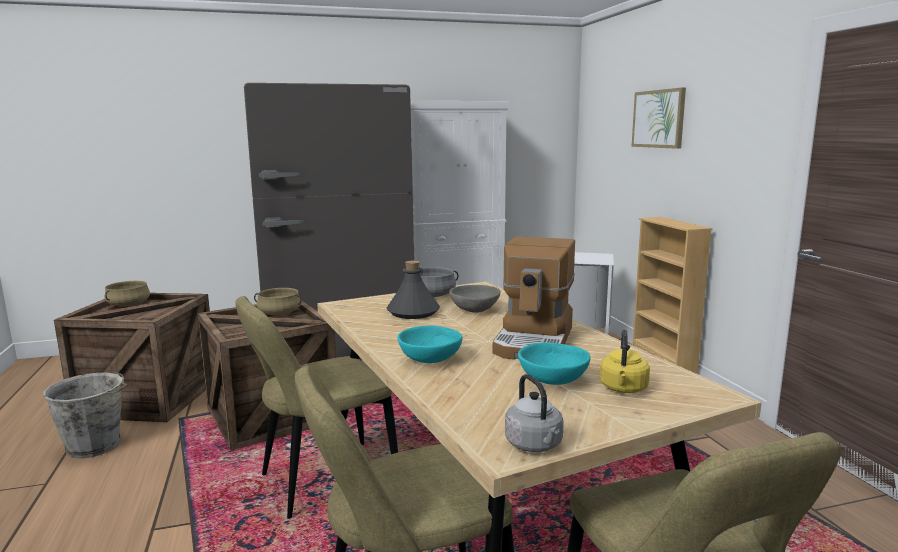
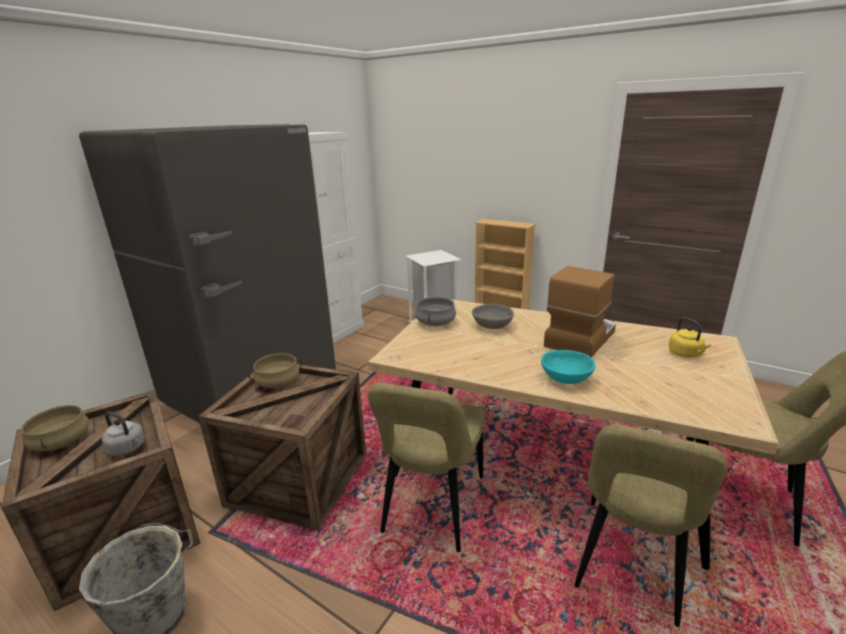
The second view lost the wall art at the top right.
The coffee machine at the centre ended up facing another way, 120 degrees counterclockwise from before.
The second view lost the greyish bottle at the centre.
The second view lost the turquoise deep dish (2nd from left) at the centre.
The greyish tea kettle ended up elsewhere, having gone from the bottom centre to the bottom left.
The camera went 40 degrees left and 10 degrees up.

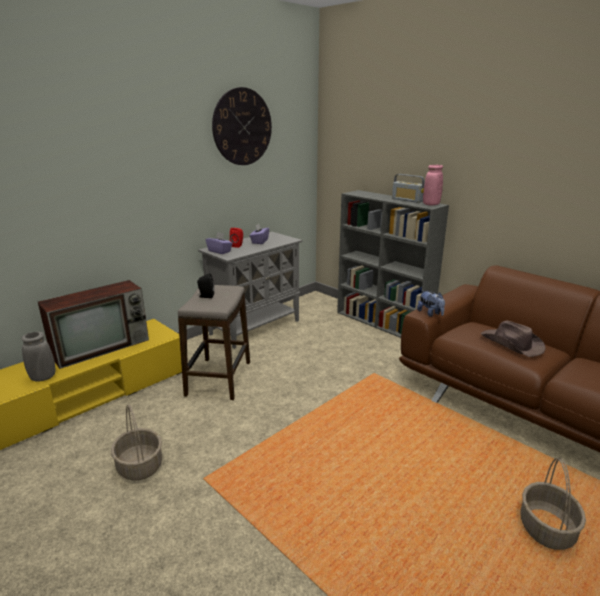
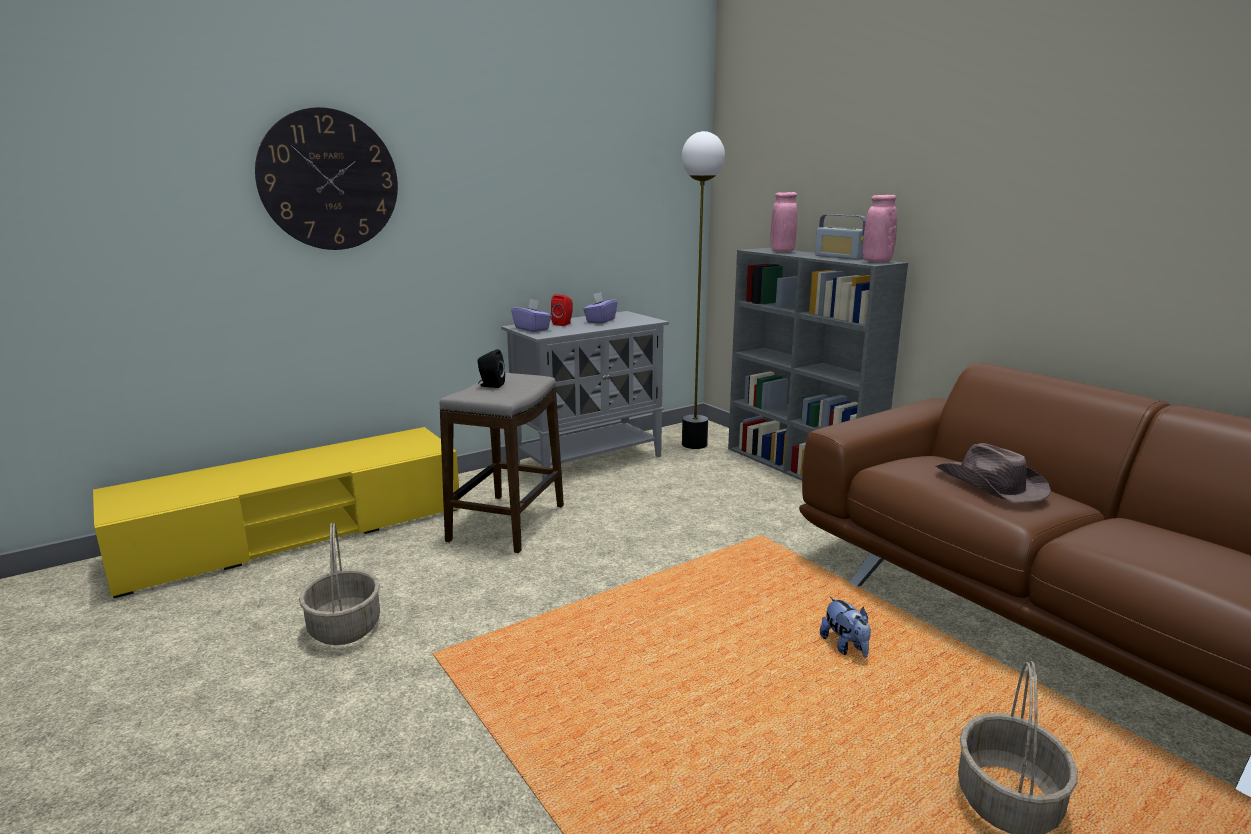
The clock on the wall ended up elsewhere, having gone from the top centre to the top left.
The second view lost the TV set at the middle left.
The plush toy ended up elsewhere, having gone from the middle right to the bottom right.
The second view lost the greyish vase at the middle left.
The second view gained the standing lamp at the centre.
The second view gained the pink vase (1st from left) at the top centre.
The camera went 10 degrees right and 5 degrees down.

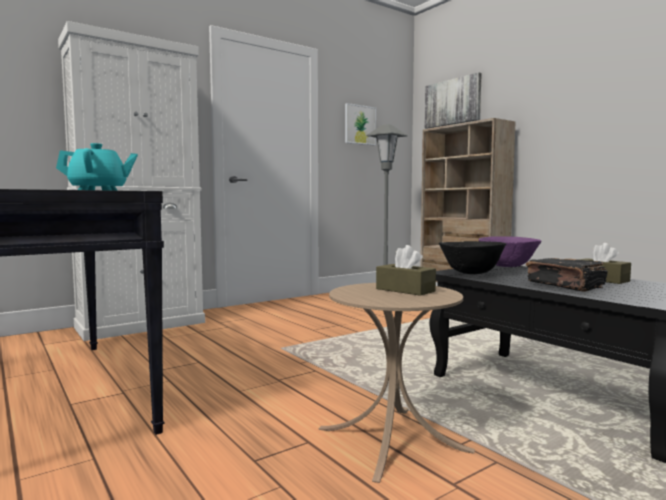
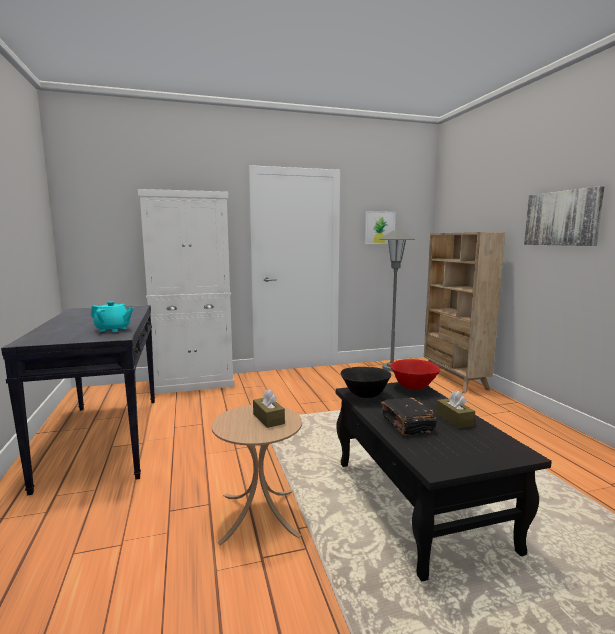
The wall art (2nd from left) ended up elsewhere, having gone from the top right to the middle right.
What was the purple-coloured deep dish at the middle right turned into the red deep dish at the middle right.
The camera went 20 degrees right and 5 degrees up.

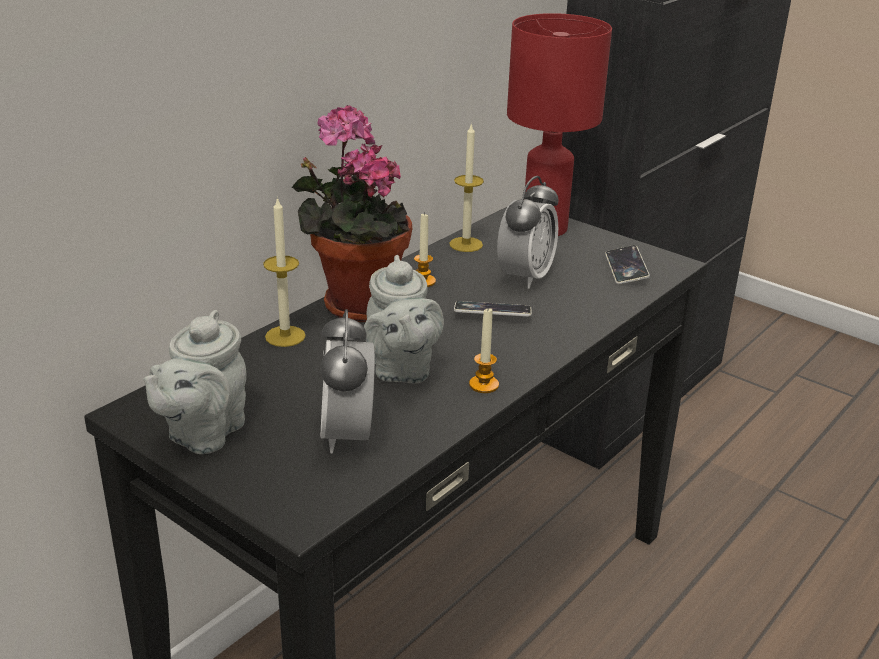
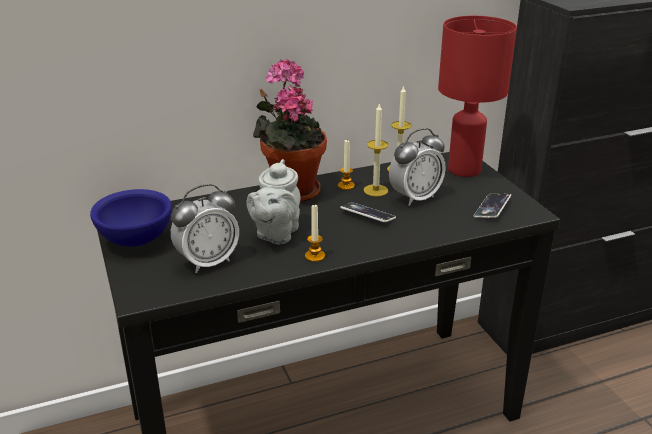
The candle (1st from left in the first image) ended up elsewhere, having gone from the middle left to the centre.
The table clock (1st from left) at the centre ended up facing another way, 150 degrees counterclockwise from before.
Where the greyish tea pot (1st from left) stood at the middle left, the bluish deep dish came to stand at the middle left.
The camera went 30 degrees right and 0 degrees up.

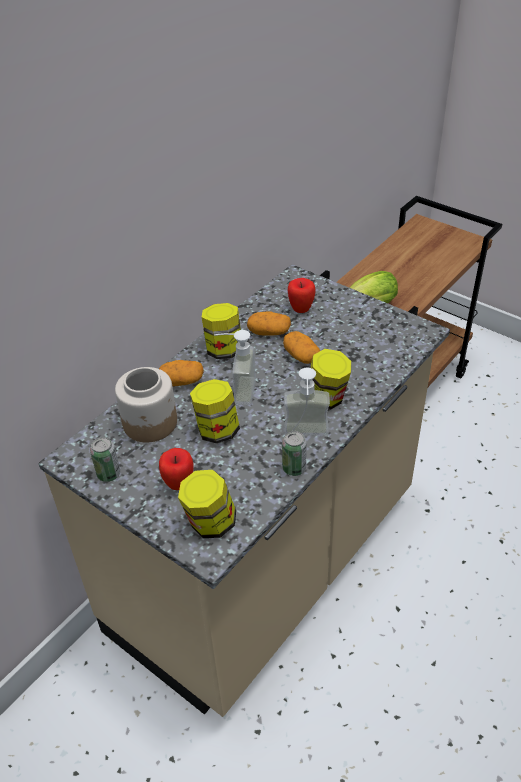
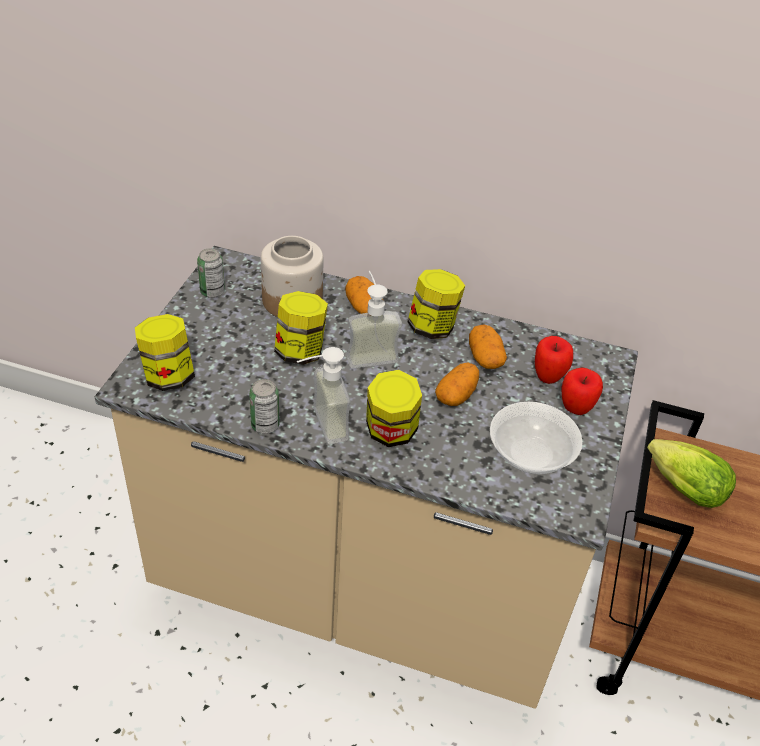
The apple (1st from left in the first image) ended up elsewhere, having gone from the centre to the middle right.
The second view gained the deep dish at the middle right.
The camera went 65 degrees right and 0 degrees up.

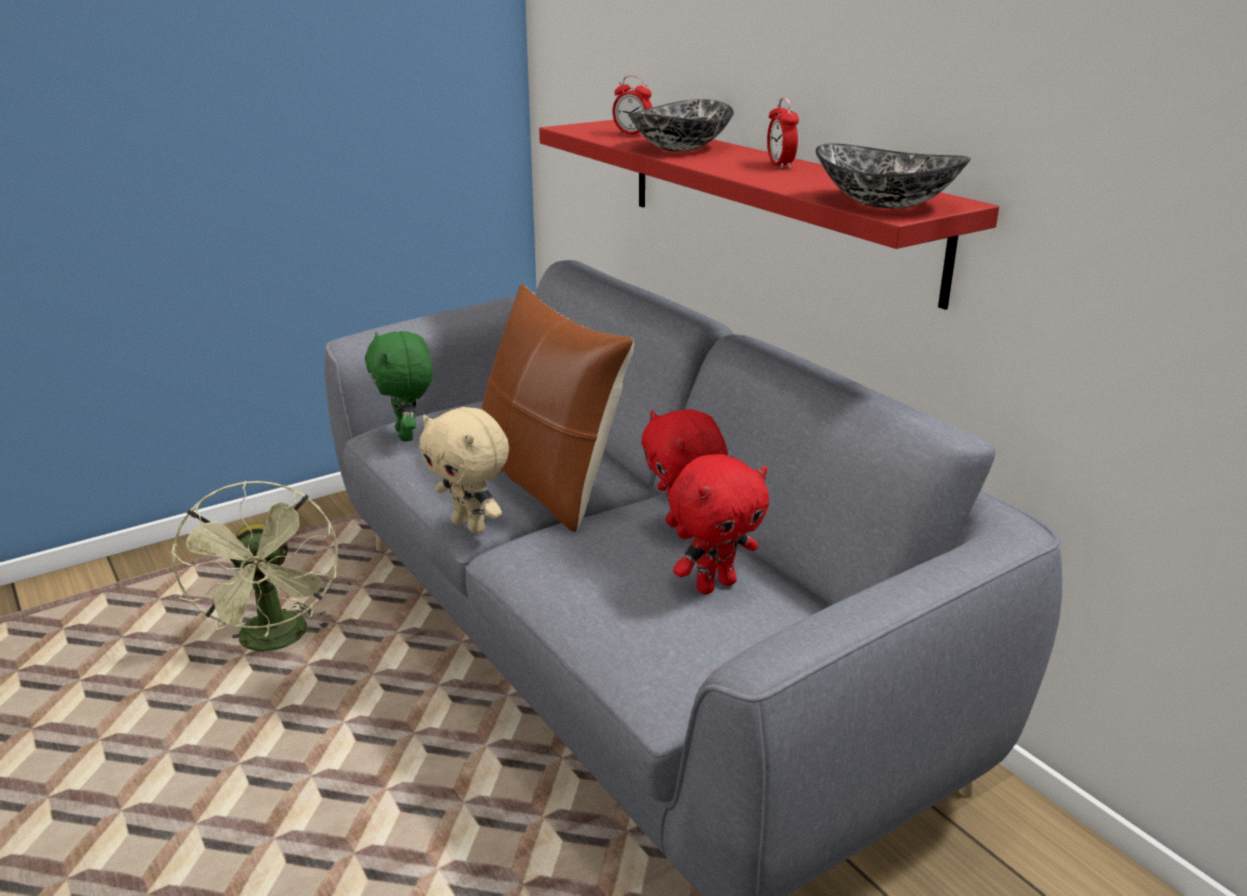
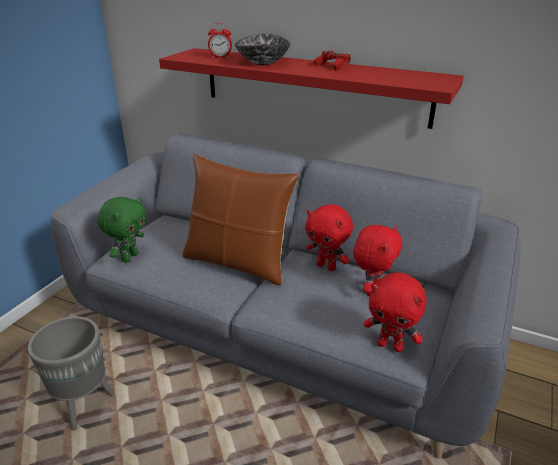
Where the table clock (2nd from left) stood at the top centre, the red game controller came to stand at the top centre.
The second view lost the deep dish (2nd from left) at the top right.
The green plush toy at the middle left ended up facing another way, 105 degrees counterclockwise from before.
The second view lost the sand-coloured plush toy at the centre.
Where the green cooling fan stood at the middle left, the greyish planter came to stand at the bottom left.
The second view gained the red plush toy (3rd from left) at the bottom right.
The camera went 30 degrees left and 5 degrees up.

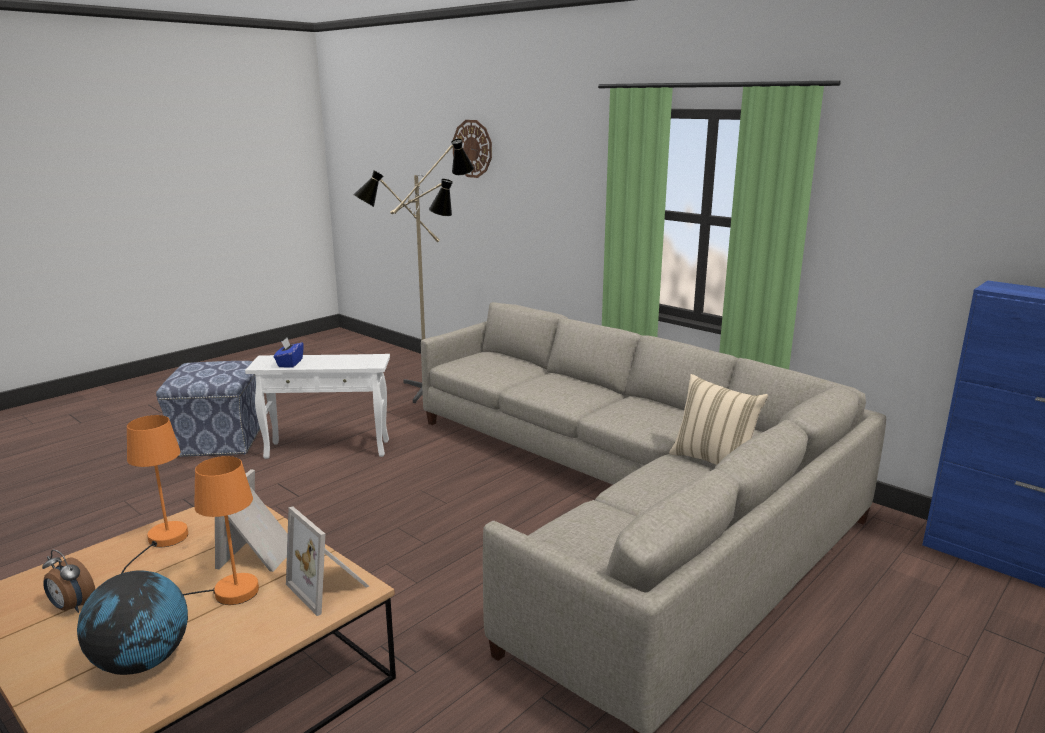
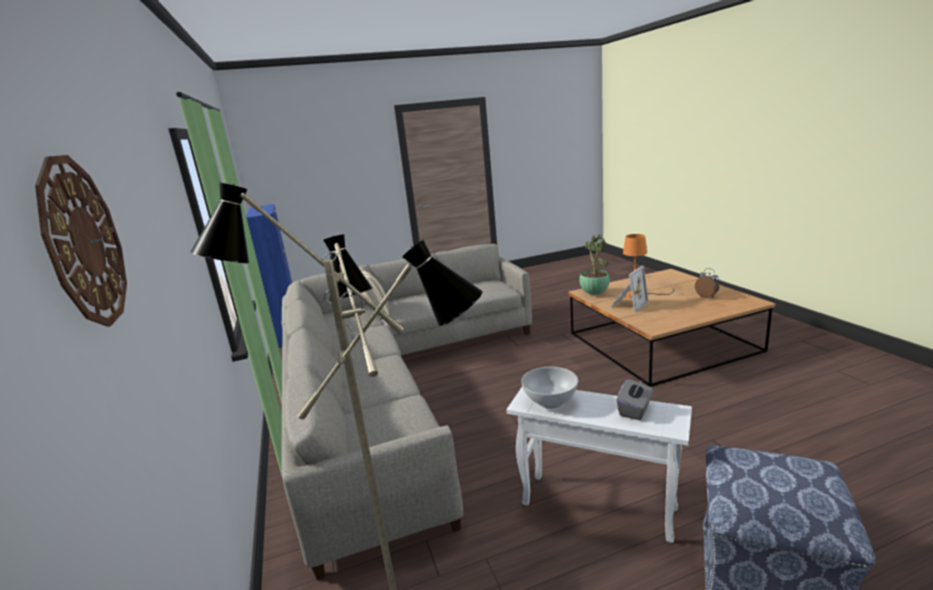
What was the bluish box of tissues at the middle left turned into the greyish box of tissues at the bottom right.
The second view lost the orange-coloured table lamp (1st from left) at the bottom left.
Where the standing frame (2nd from left) stood at the bottom left, the plant in a pot came to stand at the centre.
The second view lost the desk globe at the bottom left.
The second view gained the whitish deep dish at the centre.
The camera went 150 degrees left and 0 degrees up.

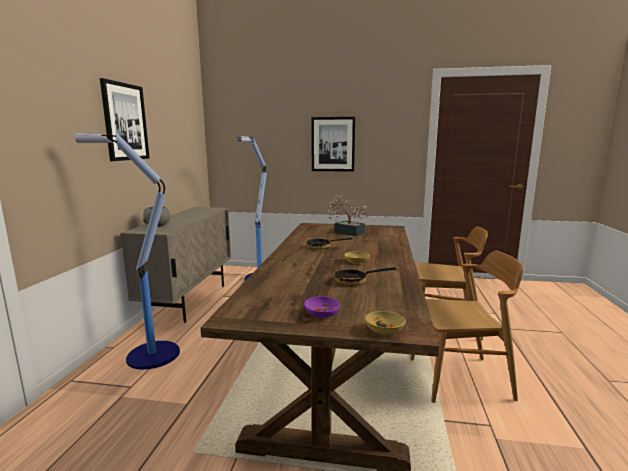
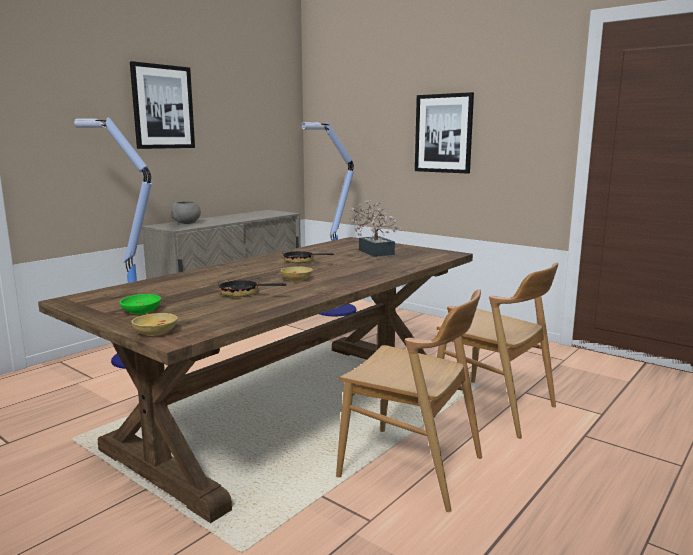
What was the purple-coloured deep dish at the centre turned into the green deep dish at the middle left.
The camera went 30 degrees right and 0 degrees up.

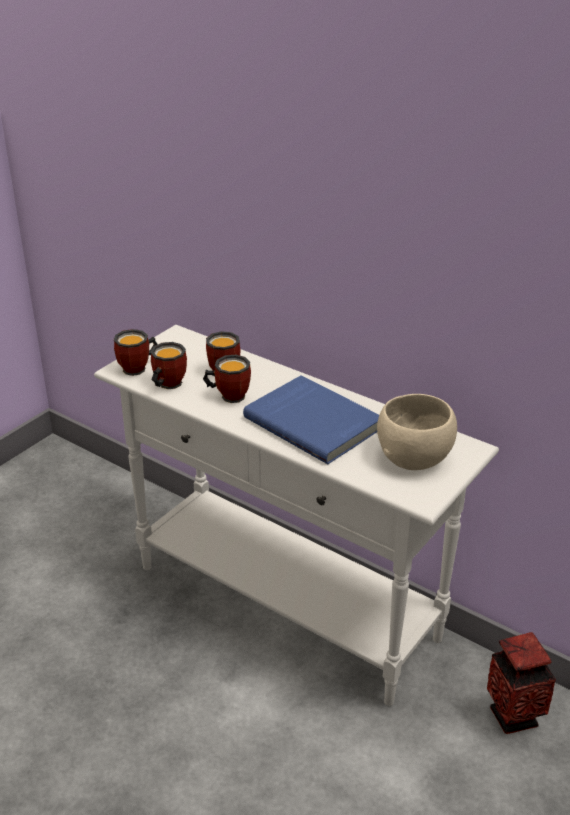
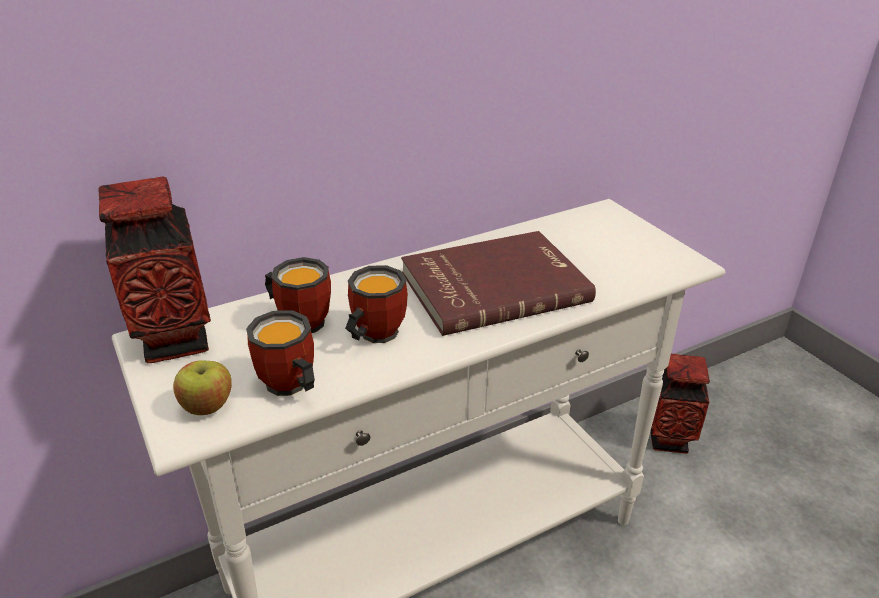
Where the mug (1st from left) stood at the middle left, the apple came to stand at the middle left.
What was the bluish volume at the centre turned into the red volume at the centre.
The second view lost the sand-coloured deep dish at the middle right.
The second view gained the vase (1st from left) at the middle left.
The camera went 65 degrees left and 0 degrees up.

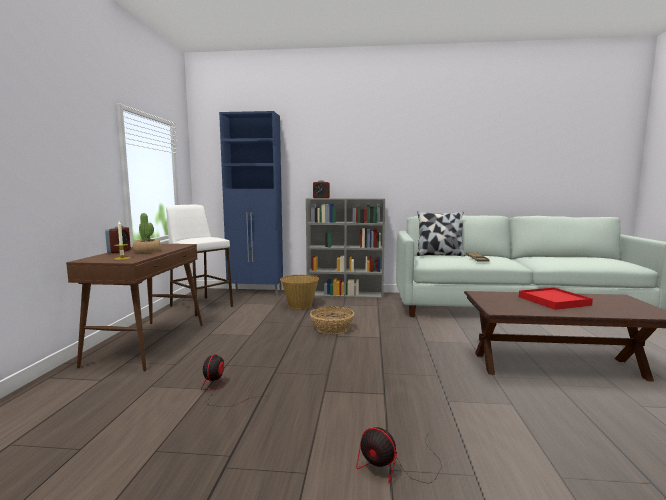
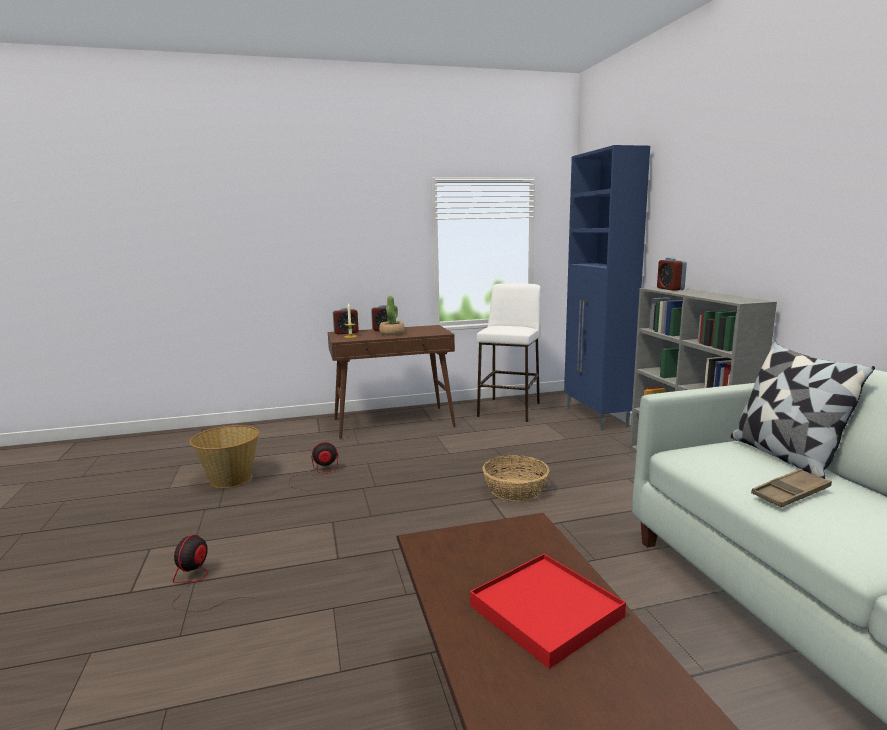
The household basket (1st from left) ended up elsewhere, having gone from the centre to the middle left.
The second view gained the table clock (1st from left) at the centre.
The camera went 70 degrees right and 5 degrees up.

